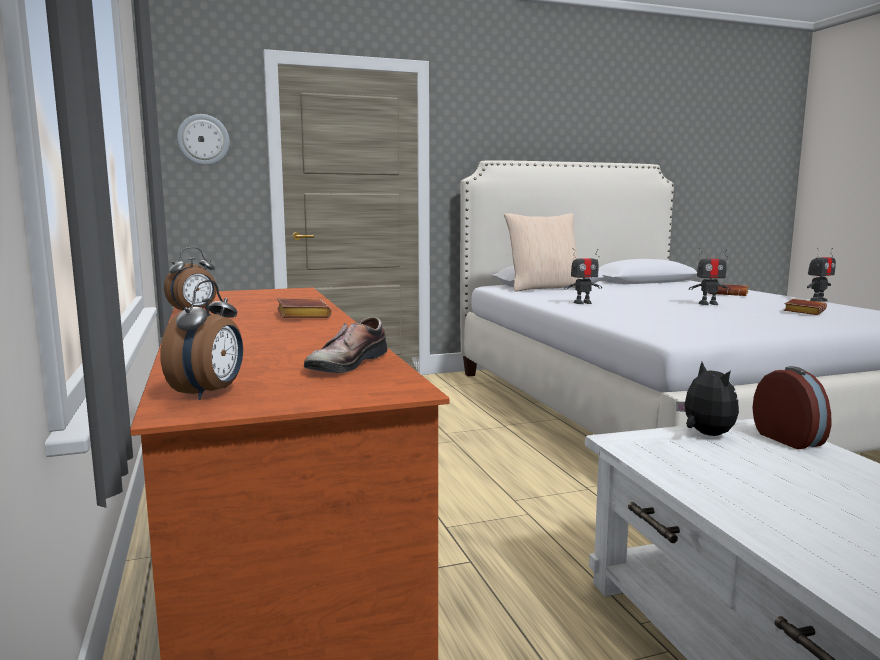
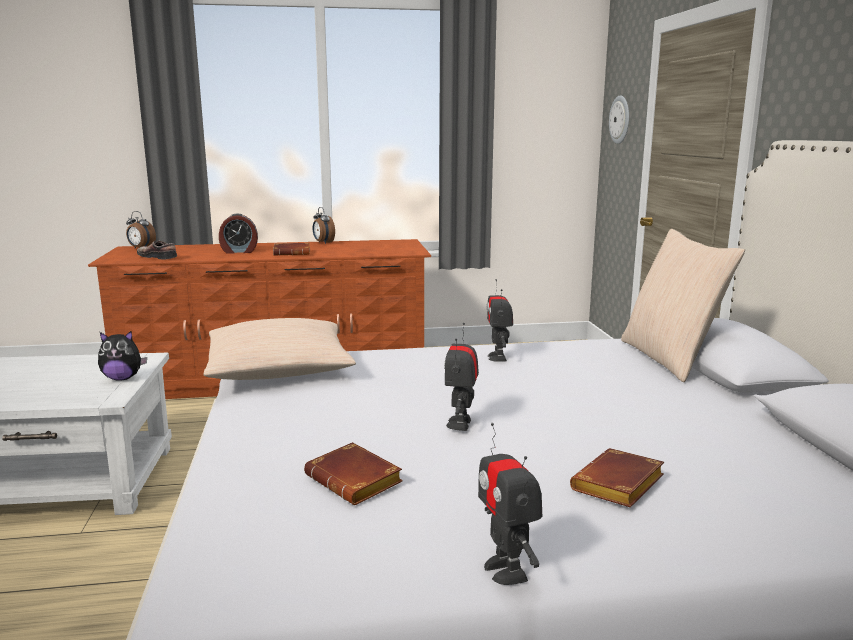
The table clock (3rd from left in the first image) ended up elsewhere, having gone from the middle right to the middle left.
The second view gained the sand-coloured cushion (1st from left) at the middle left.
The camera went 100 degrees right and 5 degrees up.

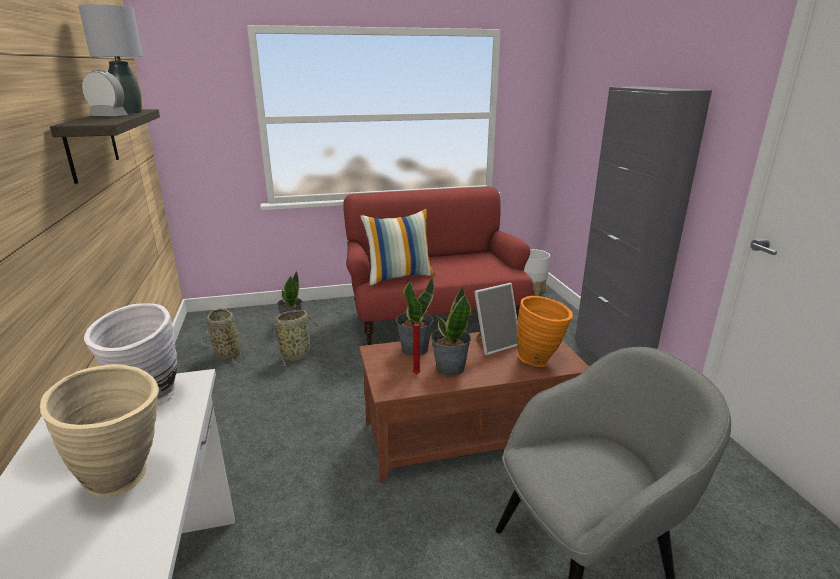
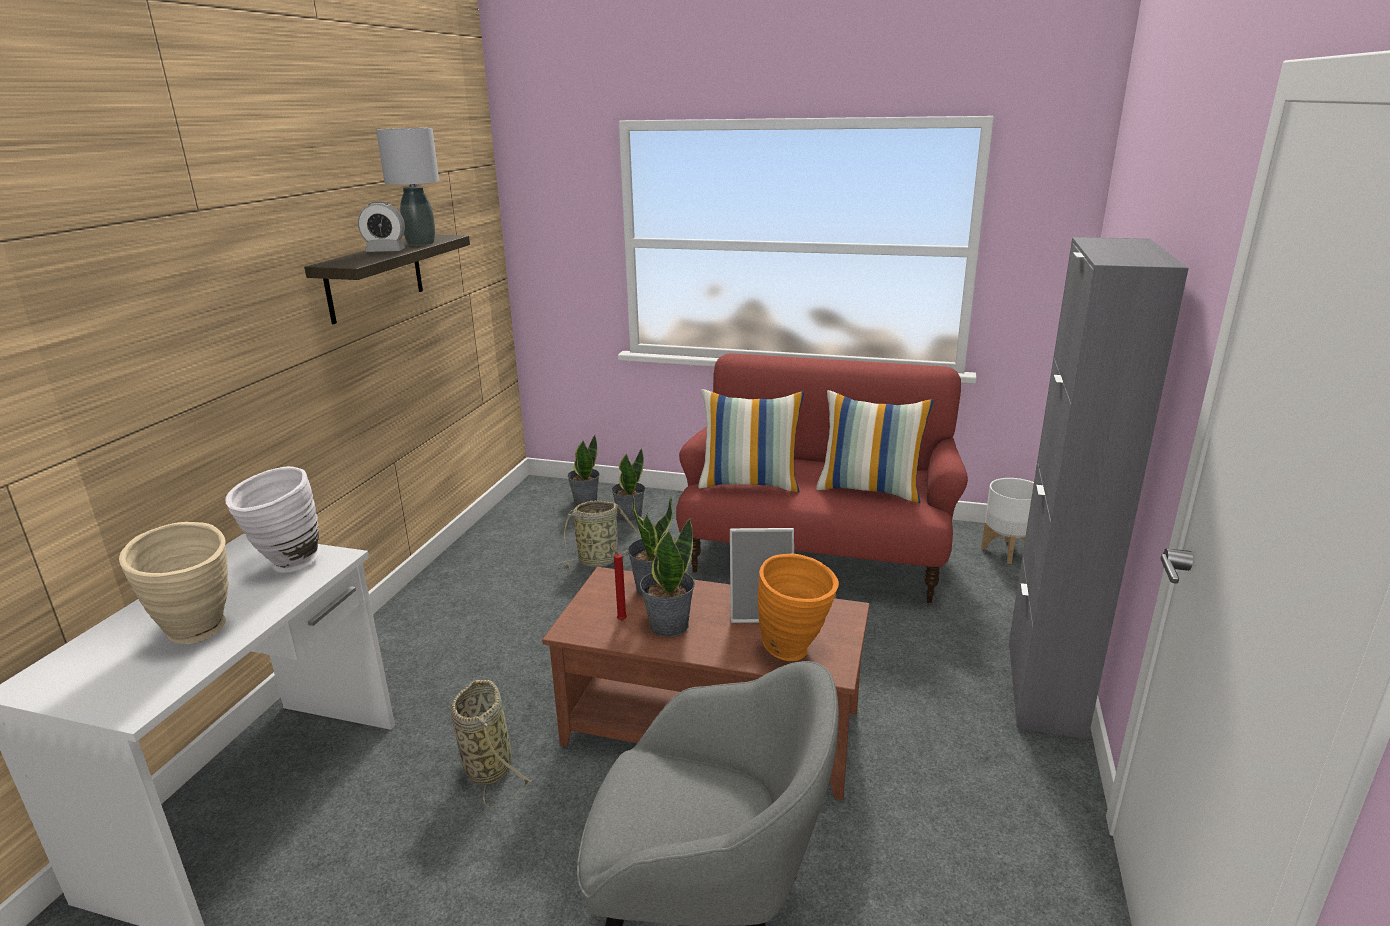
The table clock at the top left ended up facing another way, 135 degrees clockwise from before.
The household basket (1st from left) ended up elsewhere, having gone from the middle left to the bottom centre.
The second view gained the cushion (2nd from left) at the centre.
The second view gained the plant in a pot (1st from left) at the centre.
The camera went 30 degrees right and 0 degrees up.

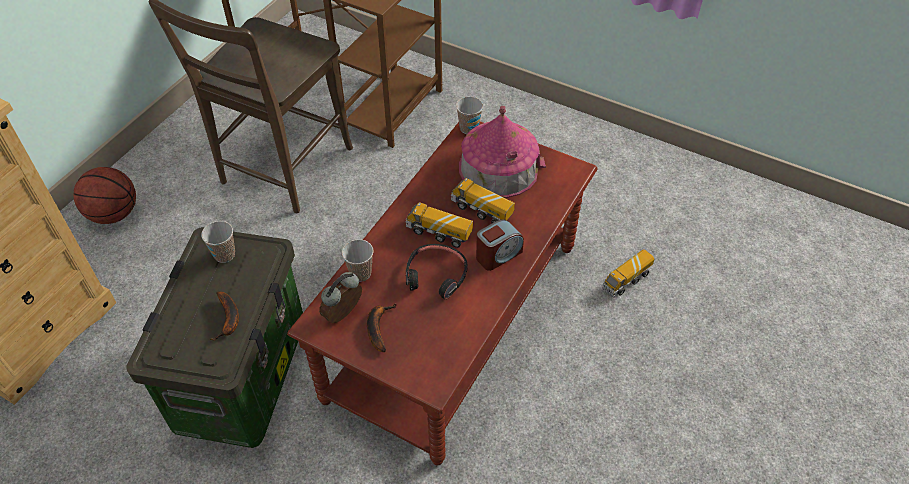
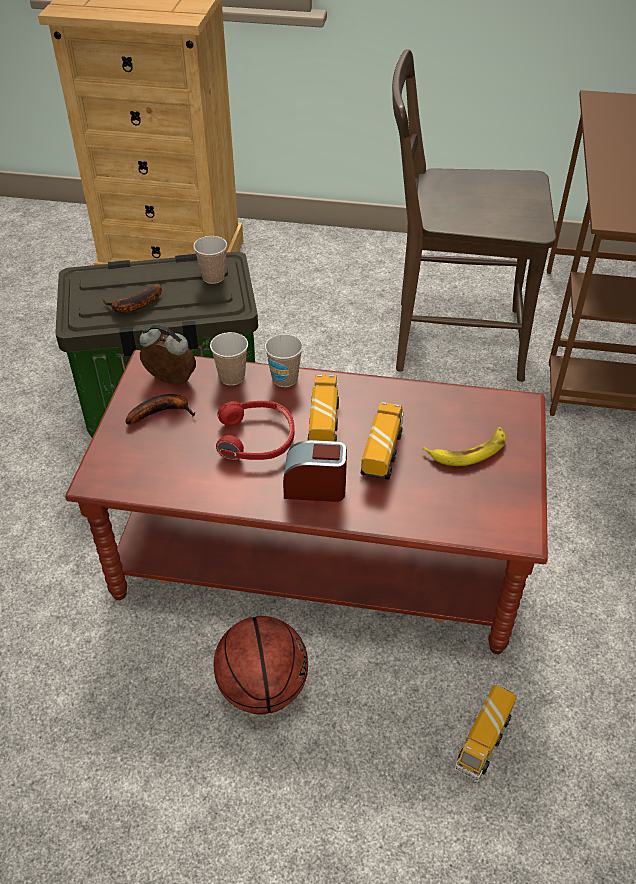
The cup (3rd from left) ended up elsewhere, having gone from the top centre to the centre.
Where the toy house stood at the top centre, the banana (3rd from left) came to stand at the middle right.
The ball for basketball ended up elsewhere, having gone from the middle left to the bottom centre.
The table clock (2nd from left) at the centre ended up facing another way, 150 degrees clockwise from before.
What was the black-coloured pair of headphones at the centre turned into the red pair of headphones at the centre.
The toy lorry (3rd from left) at the middle right ended up facing another way, 90 degrees counterclockwise from before.
The camera went 70 degrees right and 5 degrees down.

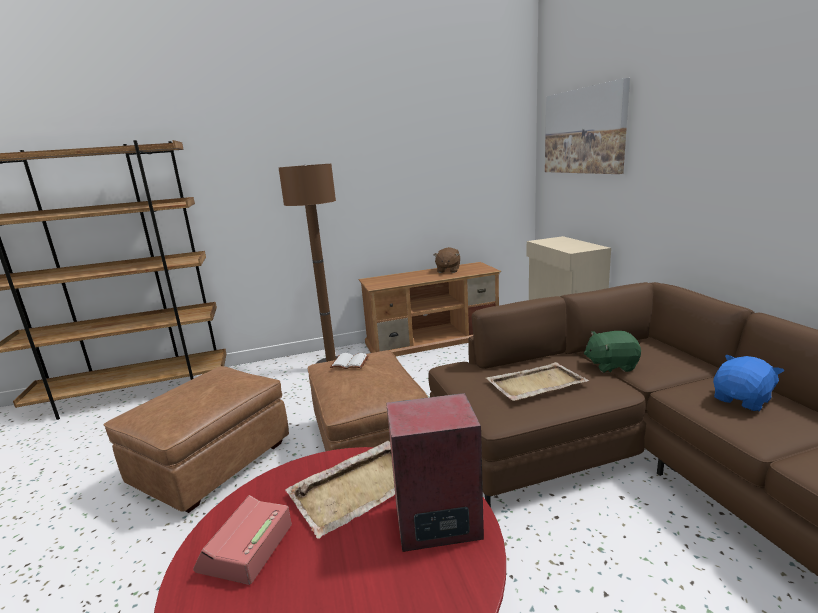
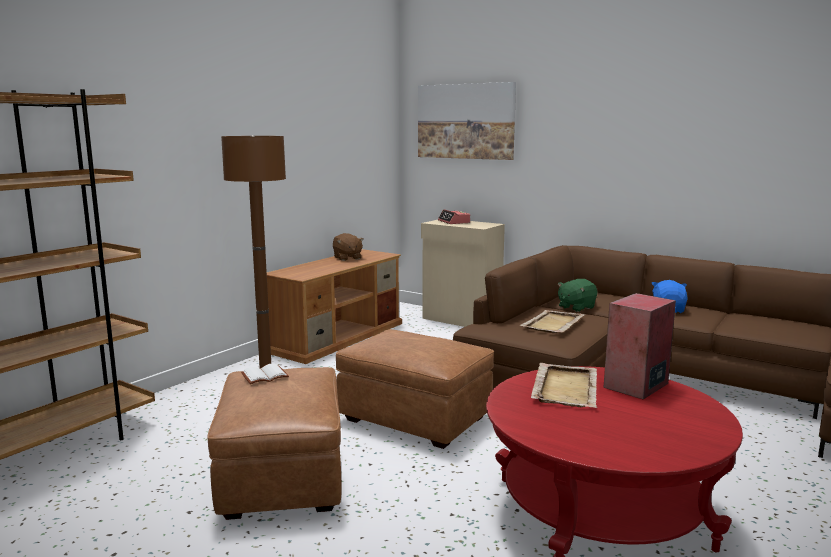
The whitish volume ended up elsewhere, having gone from the centre to the bottom left.
The table clock ended up elsewhere, having gone from the bottom left to the centre.
The camera went 40 degrees left and 5 degrees down.

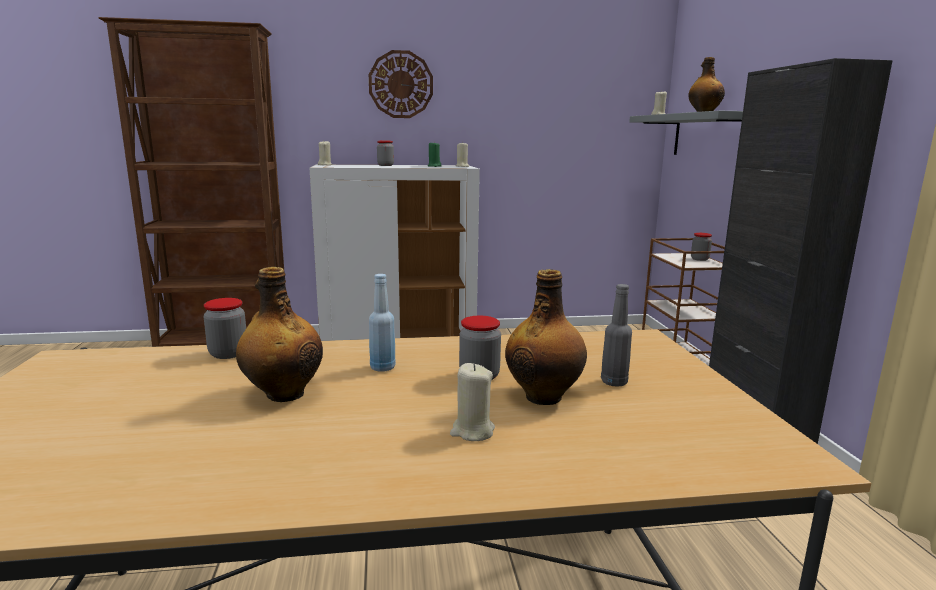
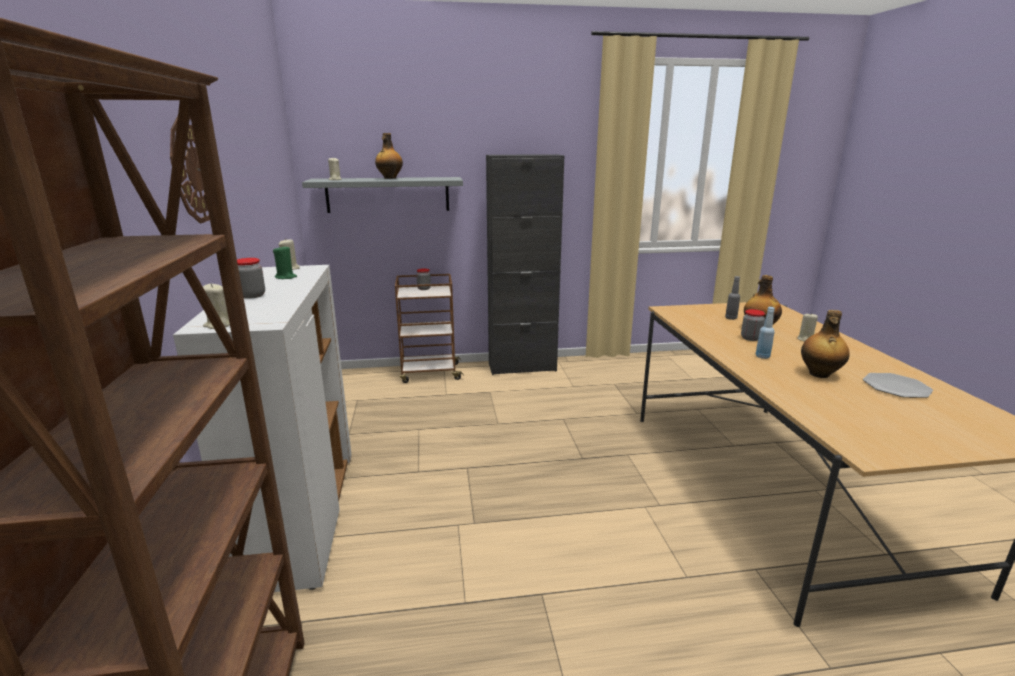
The second view lost the storage jar (1st from left) at the middle left.
The second view gained the flat dish at the middle right.
The camera went 90 degrees left and 5 degrees up.

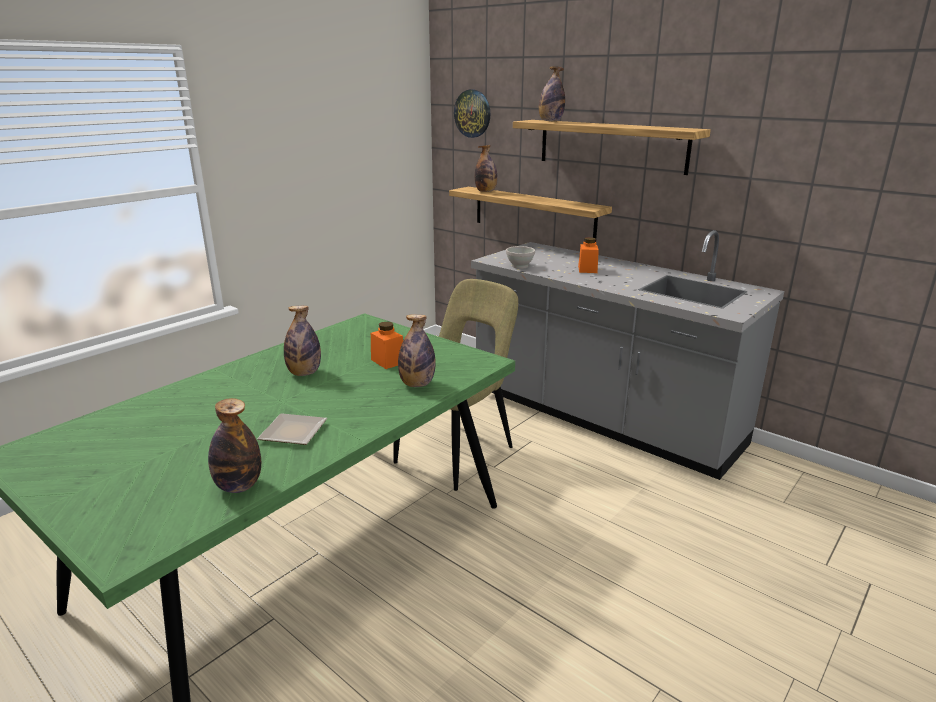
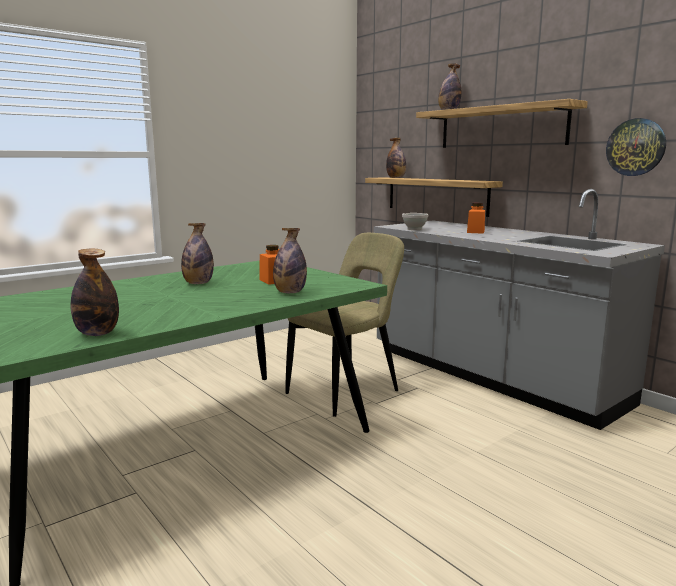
The clock on the wall ended up elsewhere, having gone from the top centre to the top right.
The second view lost the flat dish at the middle left.
The camera went 10 degrees right and 10 degrees down.

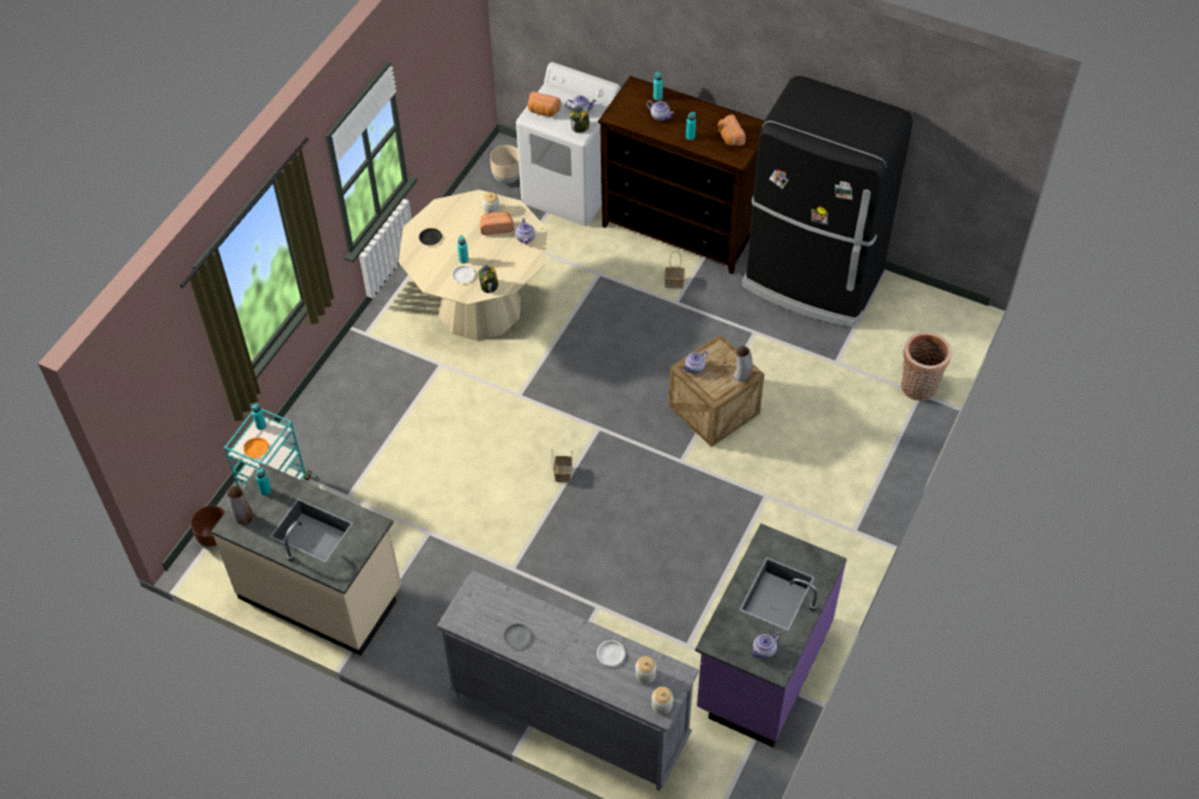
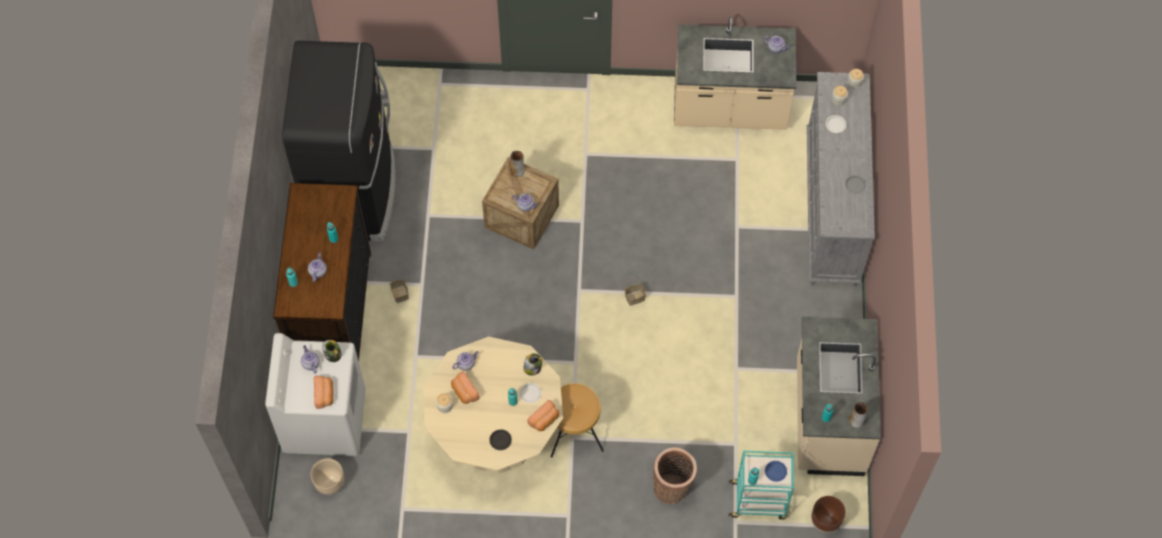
The bread (3rd from left) ended up elsewhere, having gone from the top centre to the bottom centre.
The household basket (3rd from left) ended up elsewhere, having gone from the middle right to the bottom centre.
What was the orange-coloured flat dish at the middle left turned into the bluish flat dish at the bottom right.
What was the purple-coloured counter at the bottom centre turned into the sand-coloured counter (1st from left) at the top centre.
The second view gained the brownish stool seat at the bottom centre.
The camera went 115 degrees left and 10 degrees up.

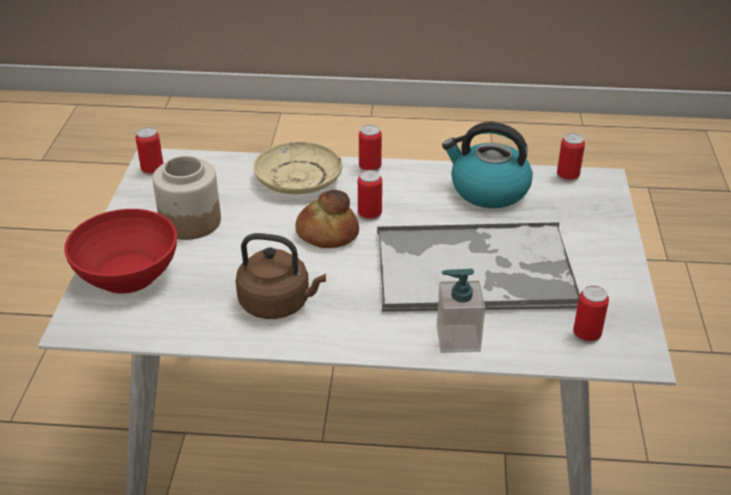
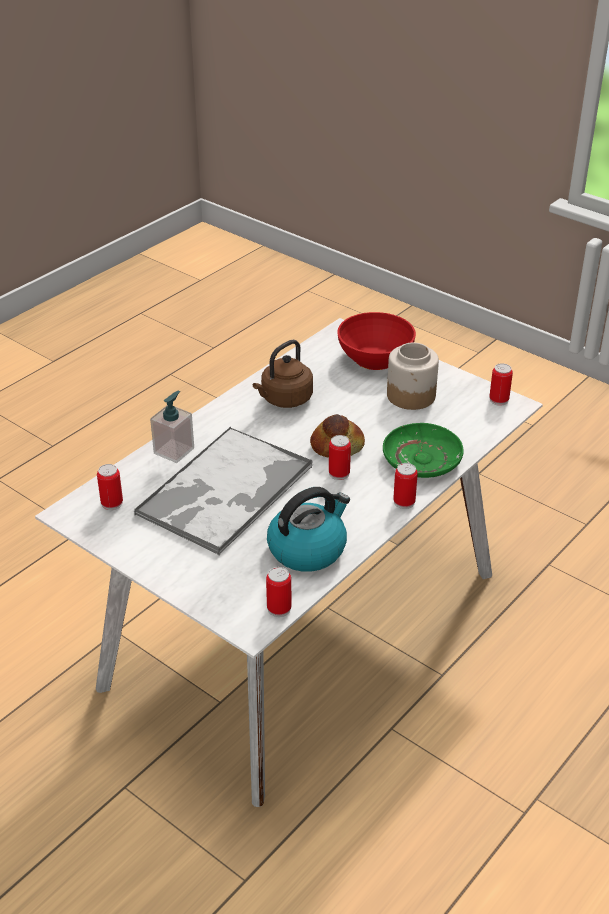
What was the sand-coloured flat dish at the centre turned into the green flat dish at the middle right.
The camera went 125 degrees right and 0 degrees up.

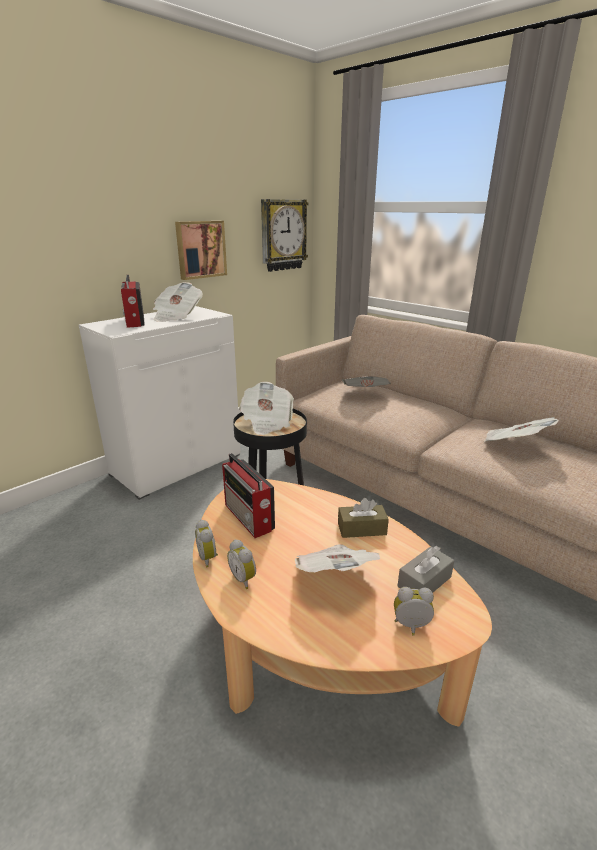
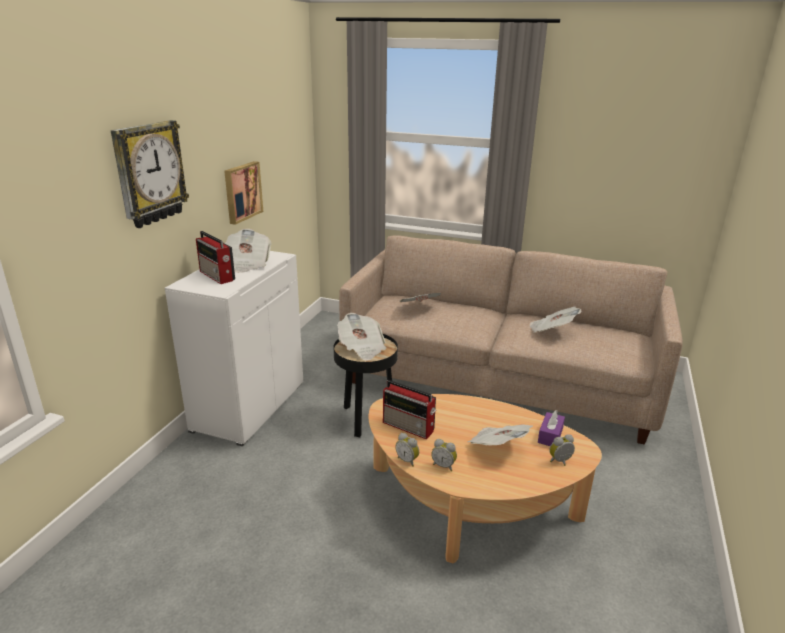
The clock on the wall ended up elsewhere, having gone from the top centre to the top left.
The second view lost the brownish box of tissues at the centre.
What was the greyish box of tissues at the bottom right turned into the purple-coloured box of tissues at the bottom right.
The camera went 25 degrees left and 0 degrees up.

